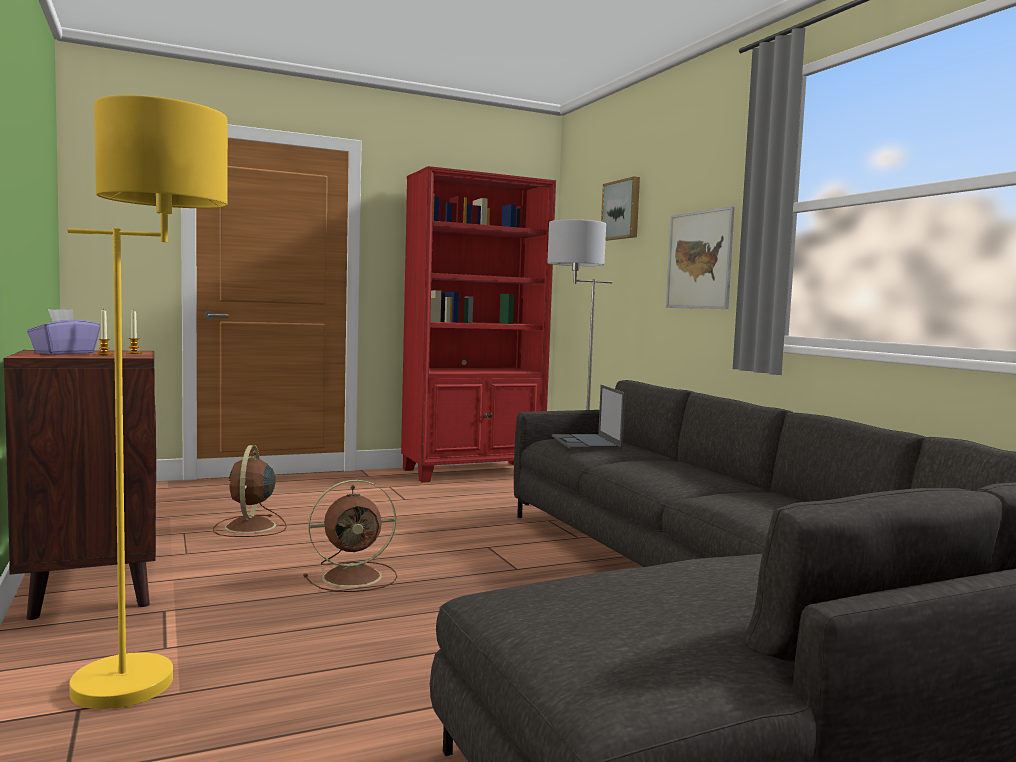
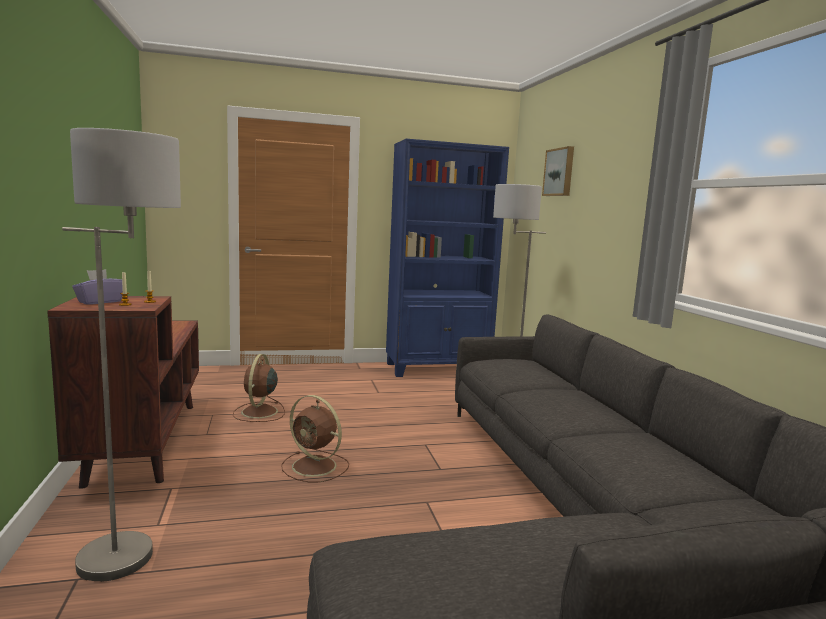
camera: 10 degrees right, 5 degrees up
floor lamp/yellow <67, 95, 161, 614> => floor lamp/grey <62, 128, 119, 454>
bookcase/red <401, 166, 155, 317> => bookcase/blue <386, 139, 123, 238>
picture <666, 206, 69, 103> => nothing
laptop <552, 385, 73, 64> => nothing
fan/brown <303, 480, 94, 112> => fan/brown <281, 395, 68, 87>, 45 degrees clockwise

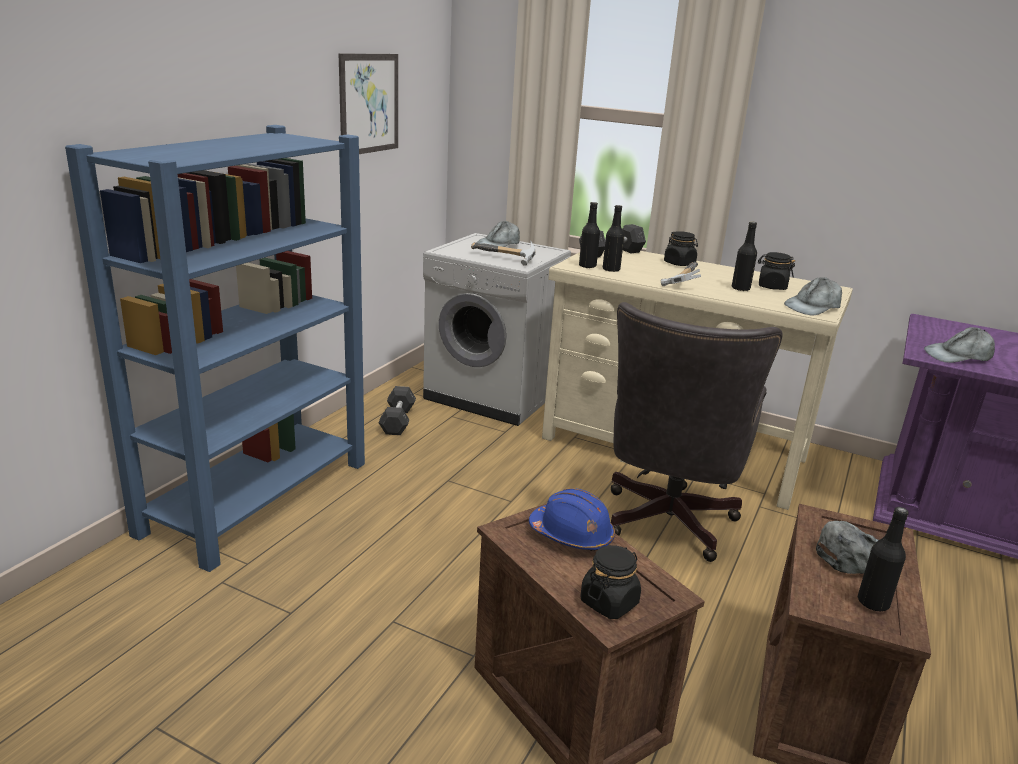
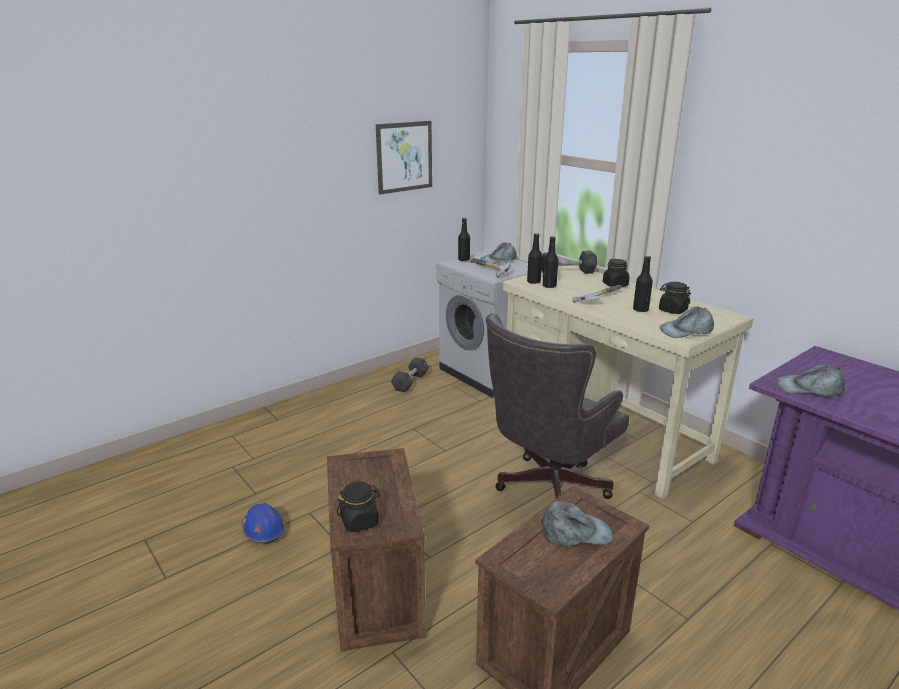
camera: 25 degrees right, 0 degrees up
bookcase/blue <65, 125, 300, 447> => nothing
hard hat/blue <529, 488, 86, 63> => hard hat/blue <242, 503, 44, 41>, move
bottle/black <858, 507, 51, 105> => bottle/black <458, 218, 12, 43>, move

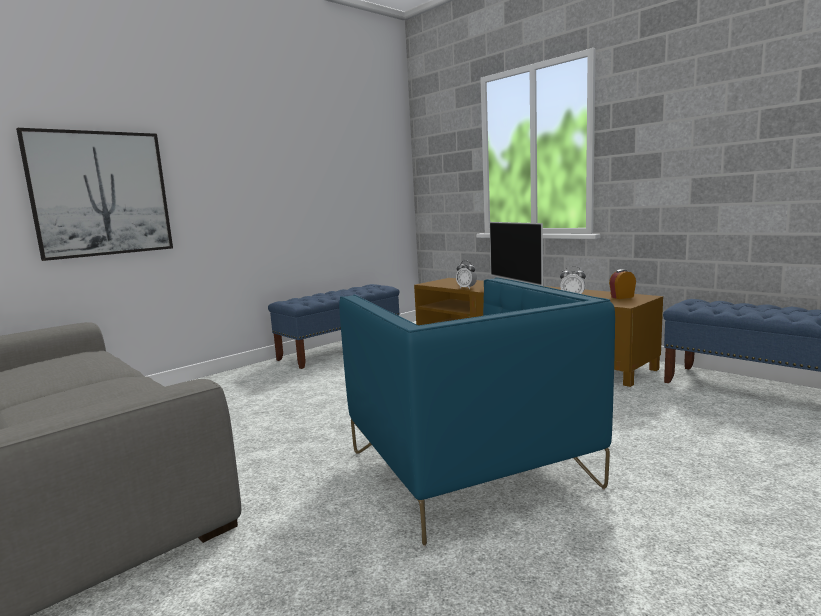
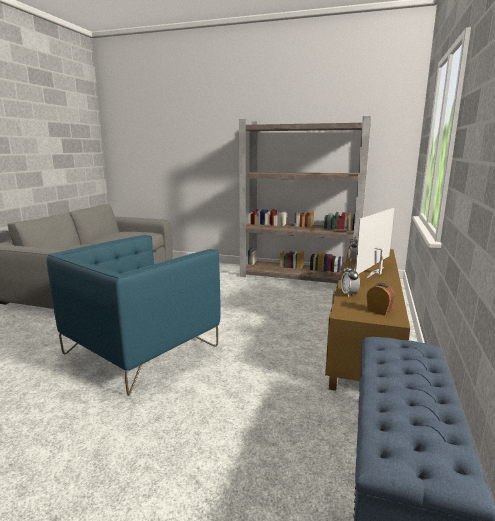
camera: 60 degrees right, 5 degrees up
picture <16, 128, 157, 133> => nothing
bench/blue <268, 284, 132, 85> => bookcase/brown <239, 116, 132, 167>

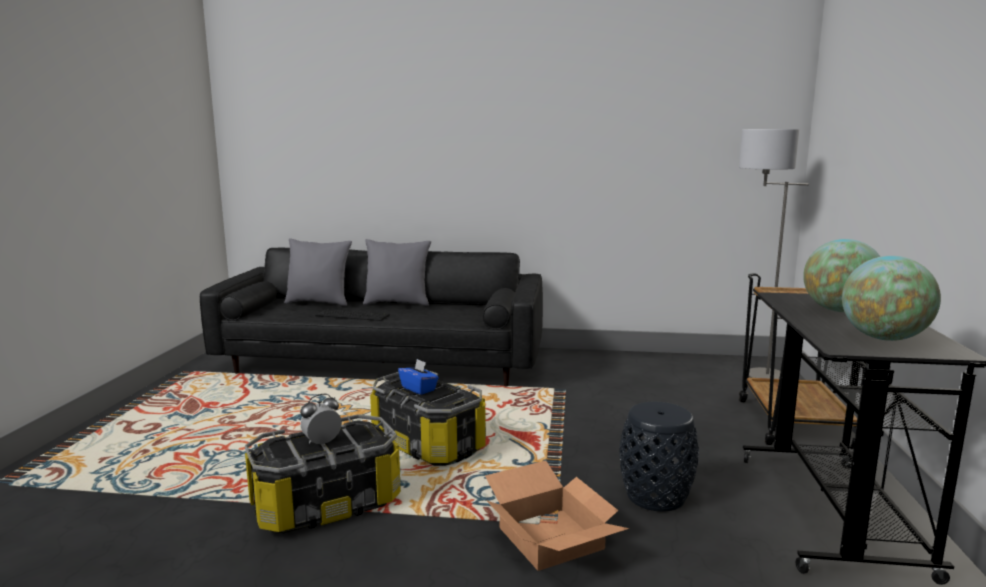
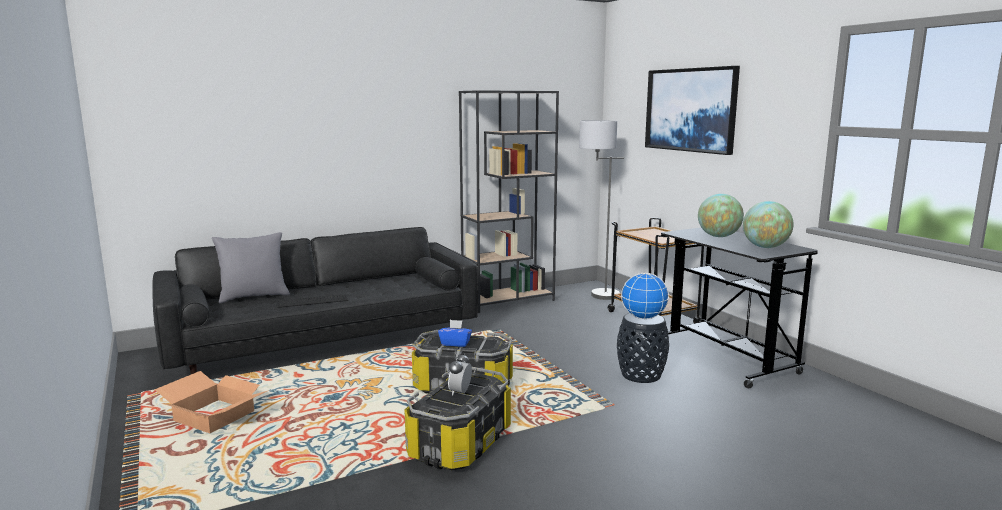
camera: 35 degrees left, 0 degrees up
pillow/grey <363, 239, 68, 67> => nothing
cardboard box <485, 461, 144, 110> => cardboard box <155, 371, 114, 62>, move
nothing => picture <645, 66, 95, 89>
nothing => bookcase <459, 90, 100, 223>
nothing => globe <621, 273, 48, 46>

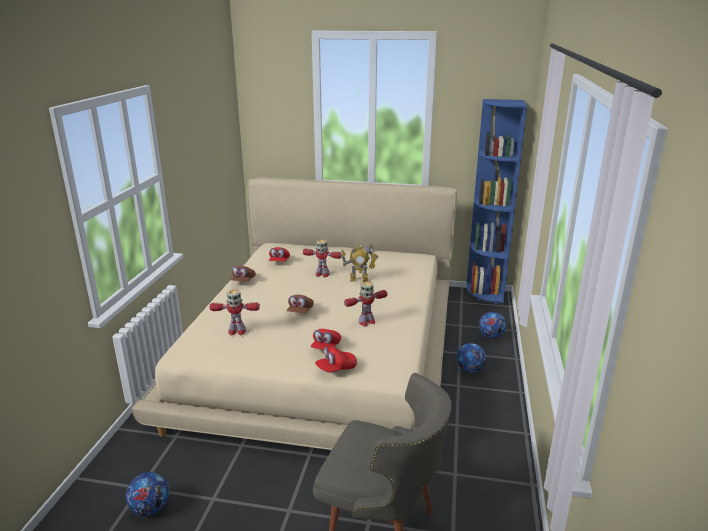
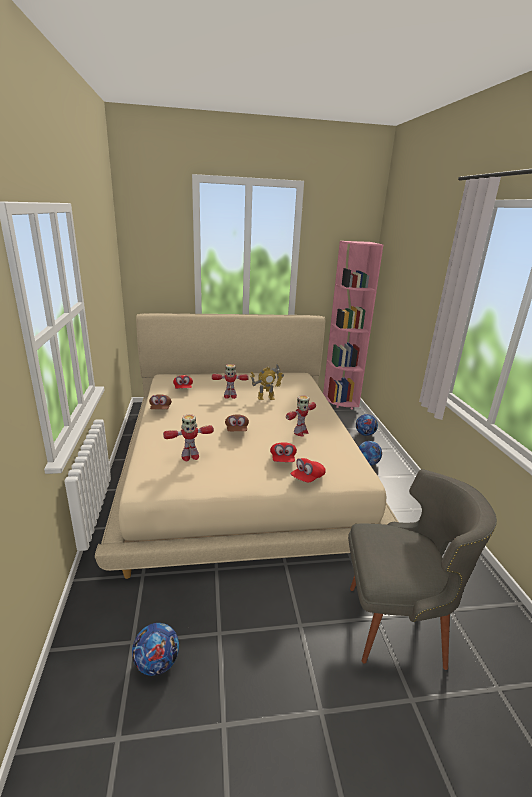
camera: 20 degrees left, 0 degrees up
bookcase/blue <466, 99, 61, 206> => bookcase/pink <323, 241, 60, 169>

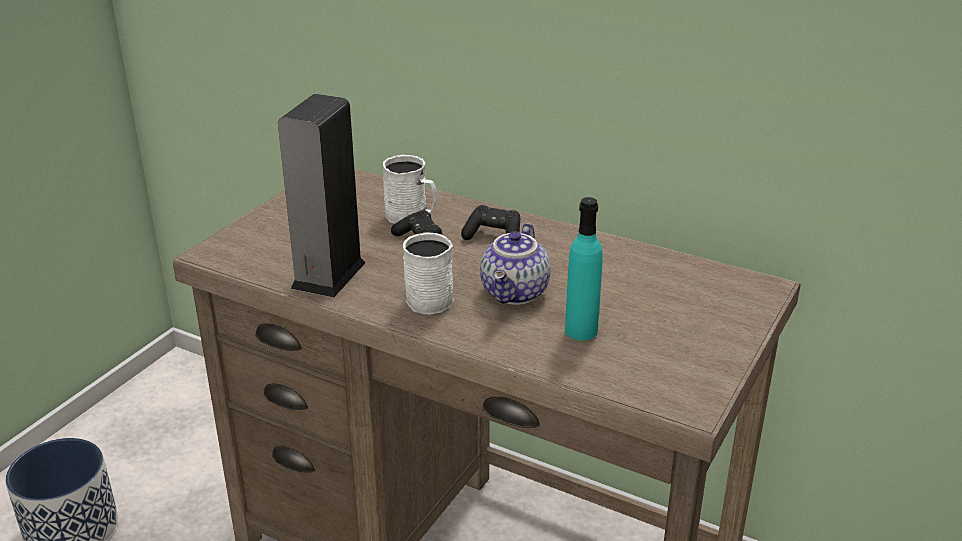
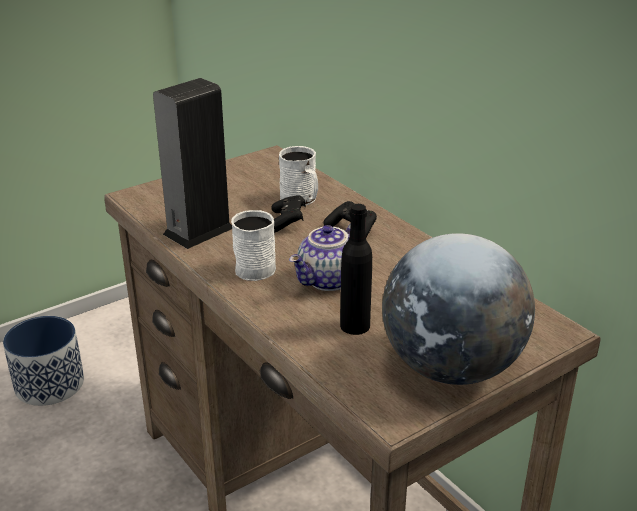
camera: 25 degrees right, 0 degrees up
bottle/turquoise <565, 197, 38, 144> => bottle/black <340, 204, 32, 131>
nothing => globe <382, 233, 153, 152>

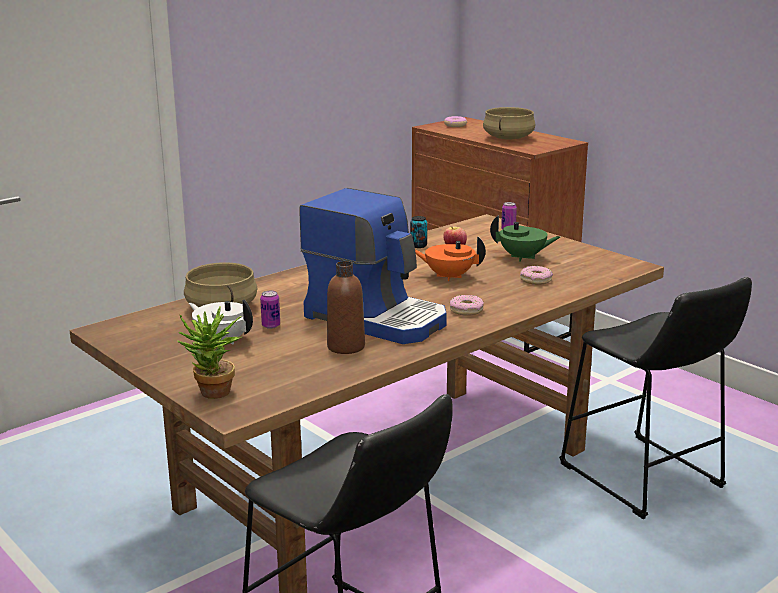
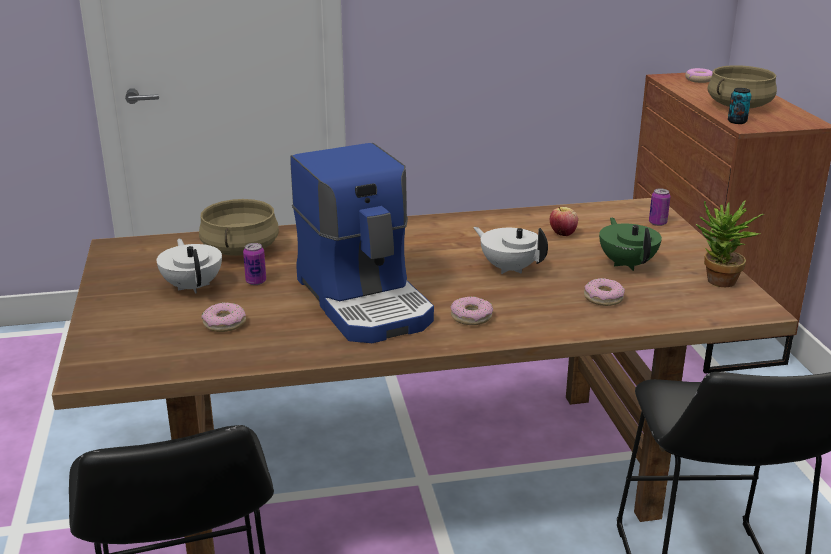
camera: 30 degrees right, 5 degrees up
teapot/green <490, 215, 70, 47> => teapot/green <599, 217, 63, 54>, 150 degrees counterclockwise
can <410, 216, 17, 32> => can <728, 88, 23, 36>, move
teapot/orange <415, 236, 71, 45> => teapot/white <473, 227, 75, 47>
bottle/brown <327, 261, 38, 93> => nothing
potted plant <177, 306, 65, 93> => potted plant <696, 201, 68, 86>, move
nothing => donut <201, 303, 45, 29>

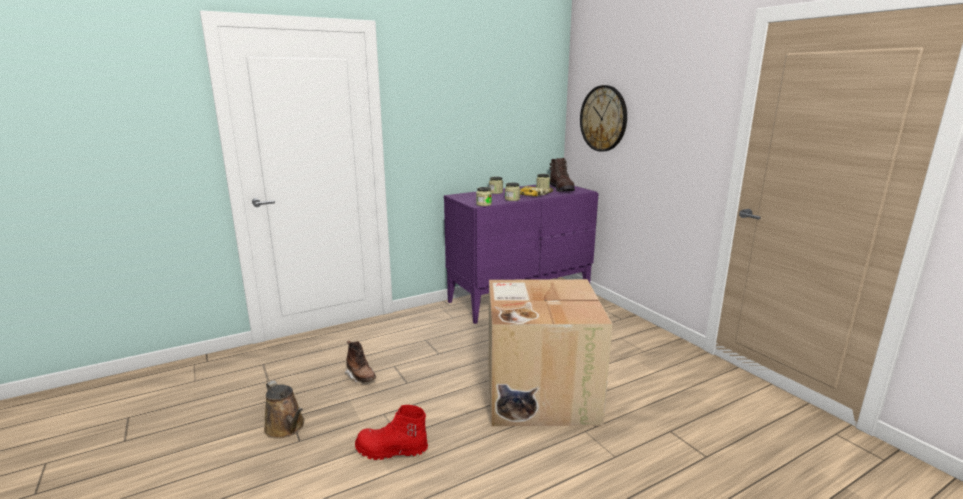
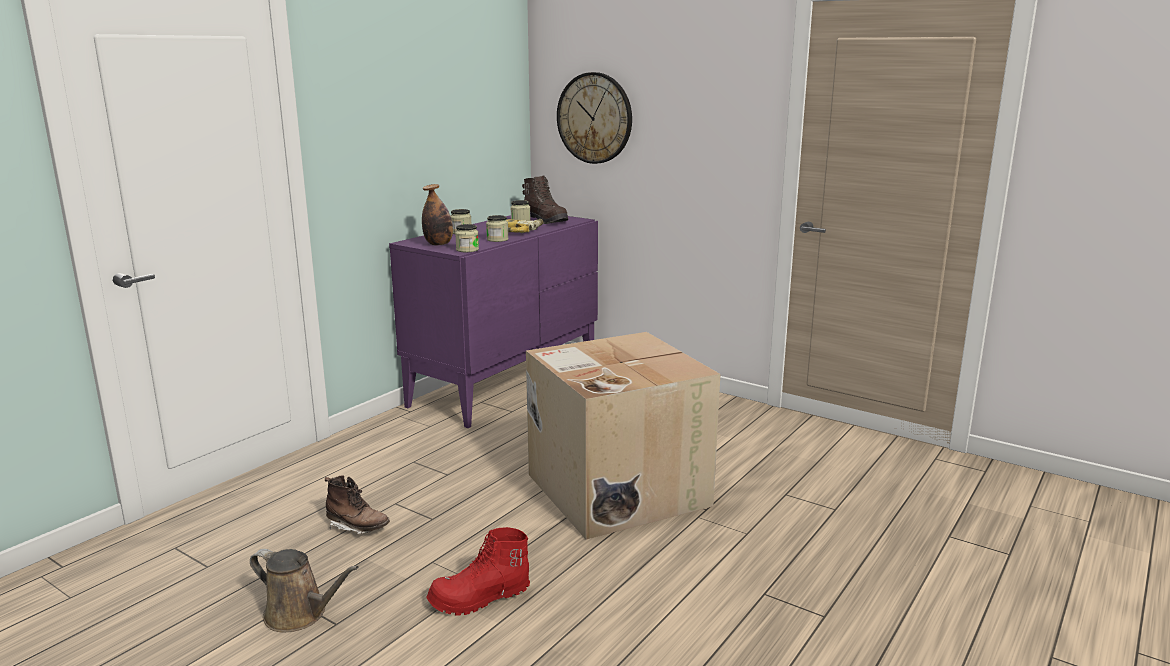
camera: 25 degrees left, 0 degrees up
nothing => bottle <422, 184, 31, 62>

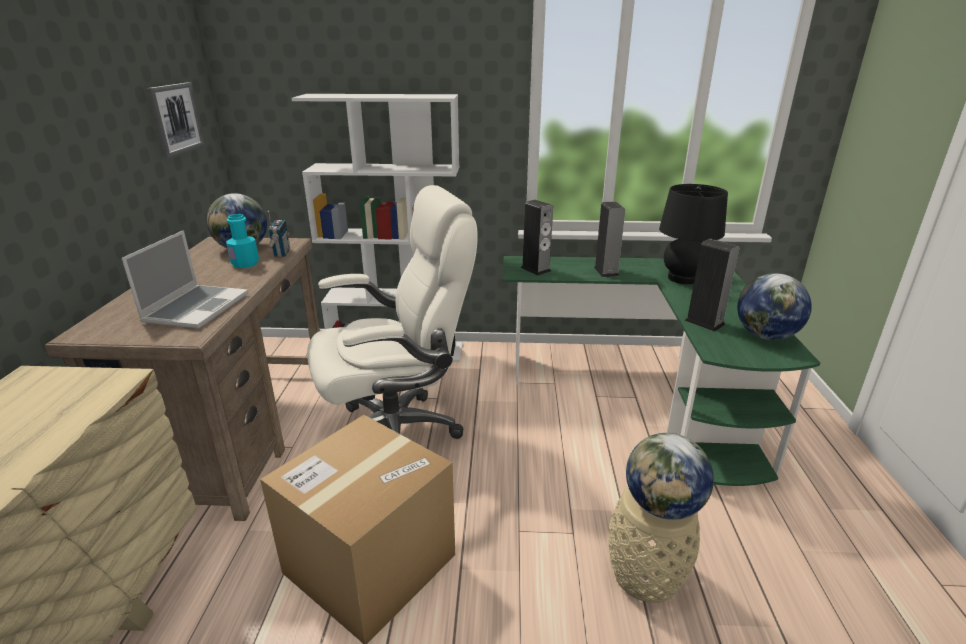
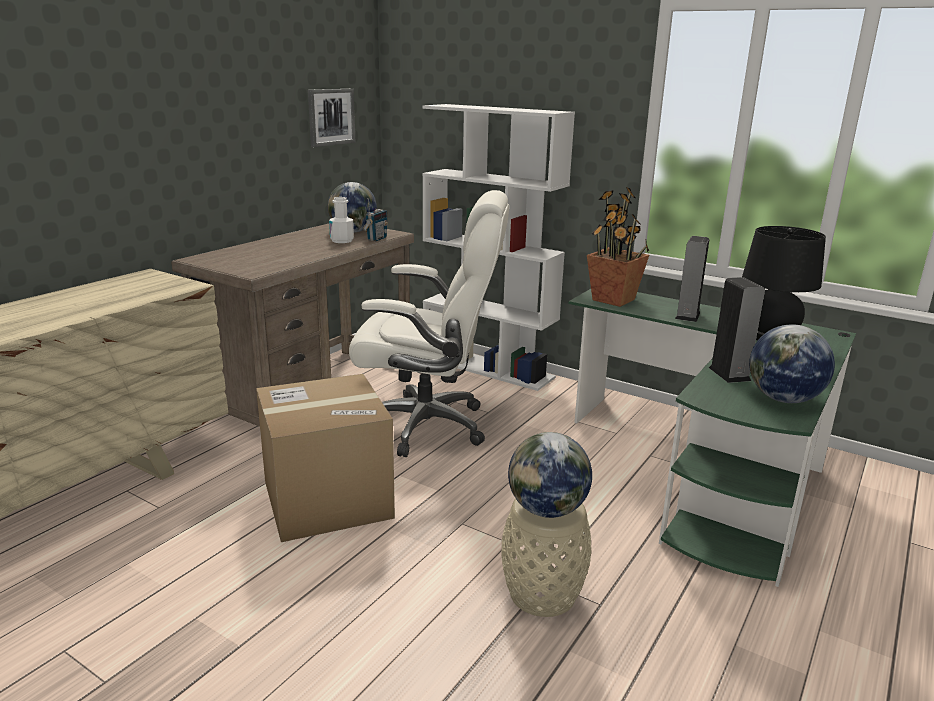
camera: 30 degrees right, 5 degrees down
speaker <521, 200, 32, 75> => potted plant <587, 187, 62, 120>
bottle/turquoise <226, 214, 33, 54> => bottle/white <329, 197, 25, 46>
laptop <122, 230, 126, 98> => nothing

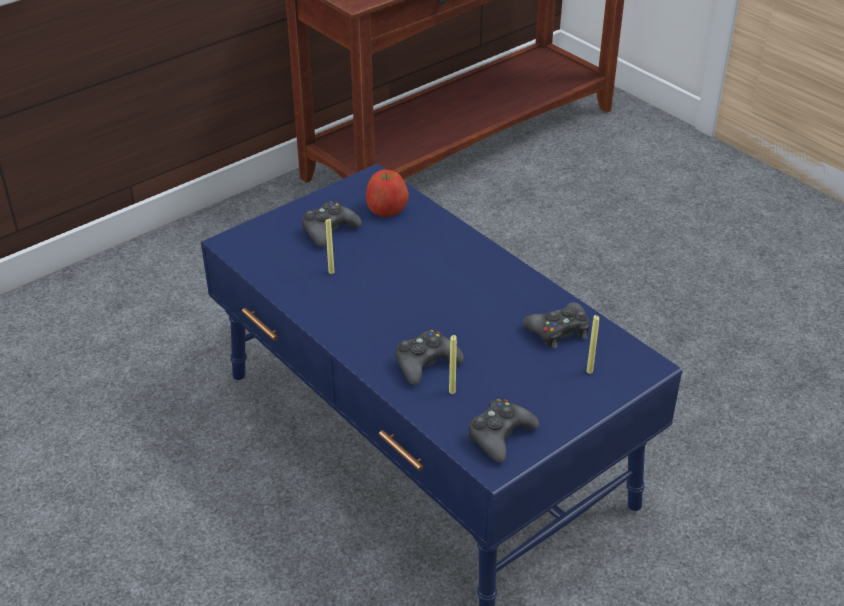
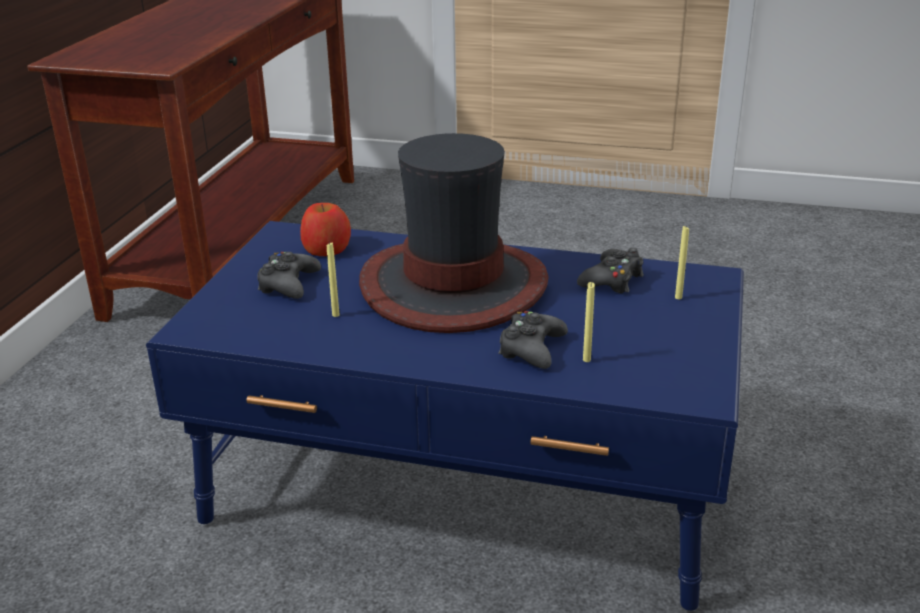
camera: 35 degrees left, 10 degrees down
game controller/black <468, 399, 71, 64> => nothing
nothing => hat <359, 133, 190, 200>

